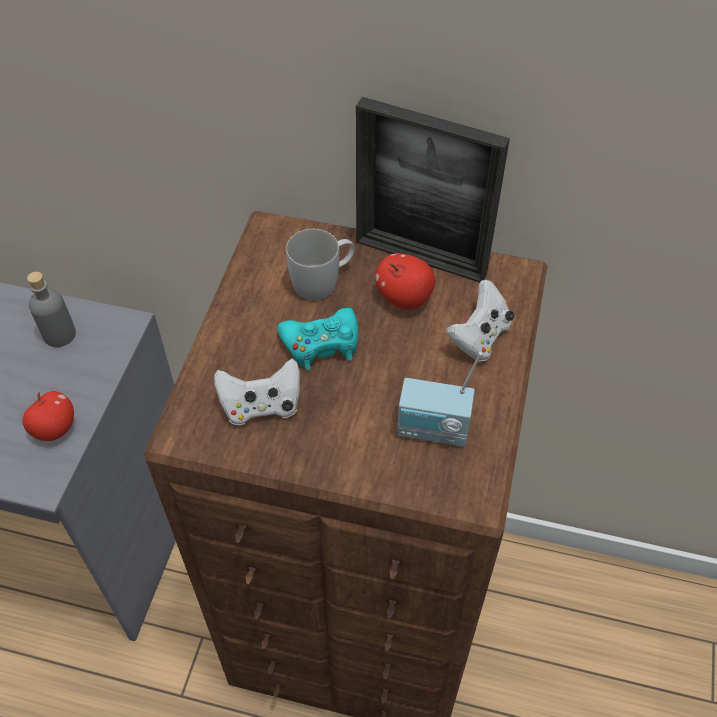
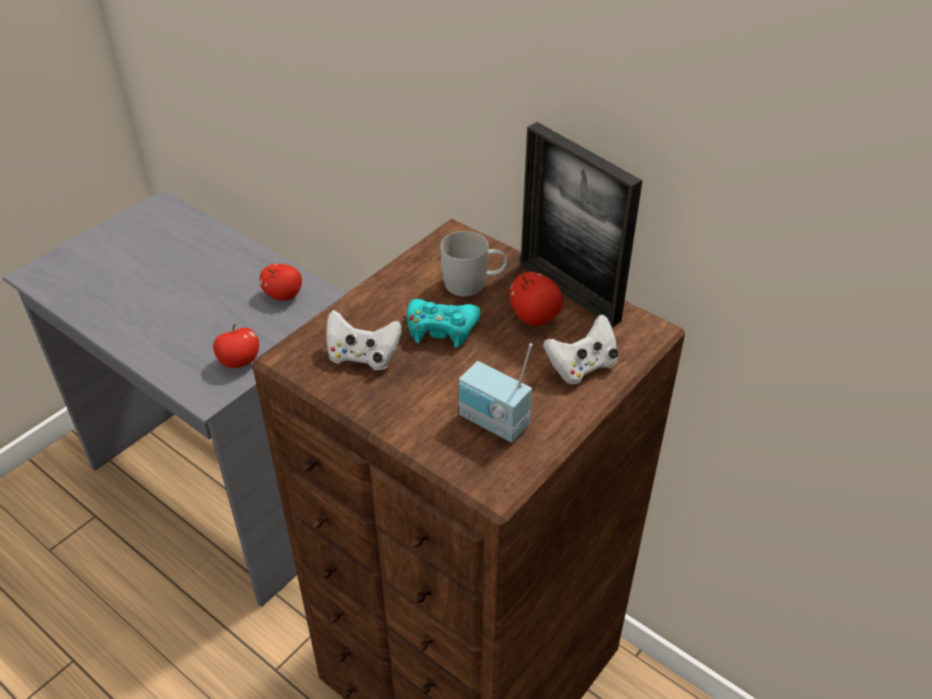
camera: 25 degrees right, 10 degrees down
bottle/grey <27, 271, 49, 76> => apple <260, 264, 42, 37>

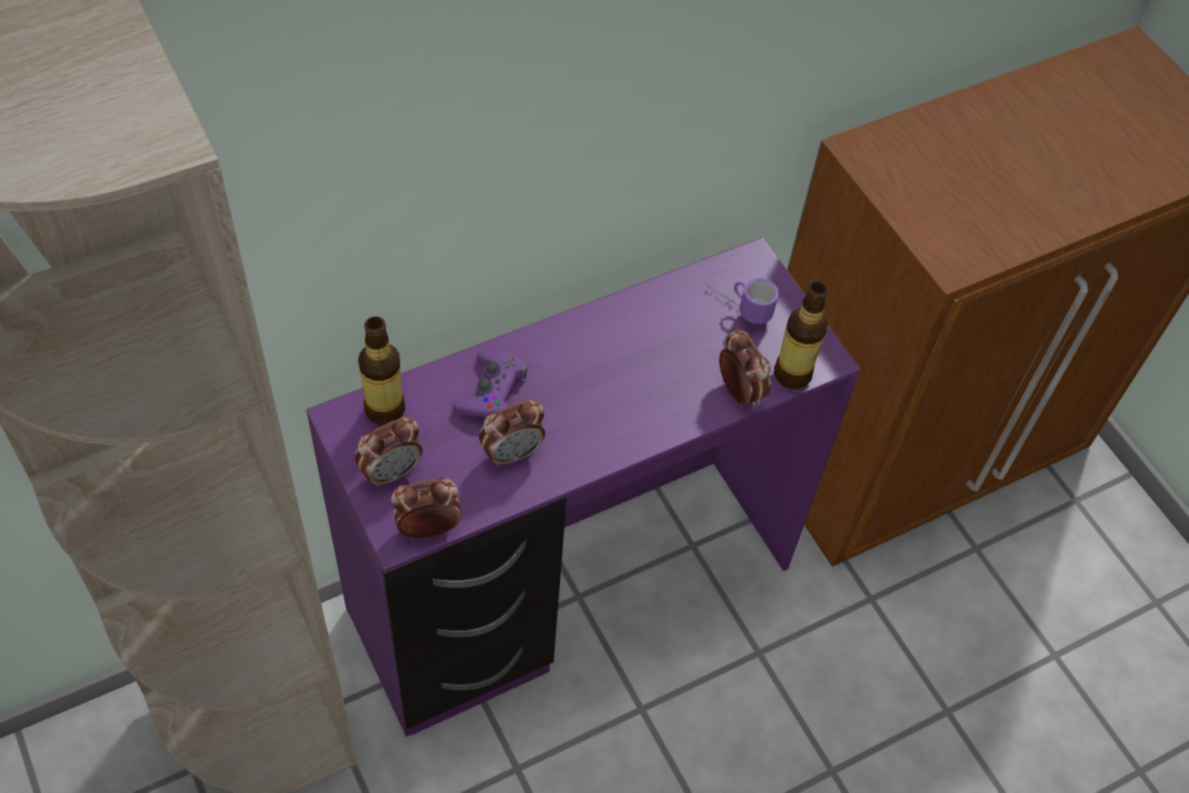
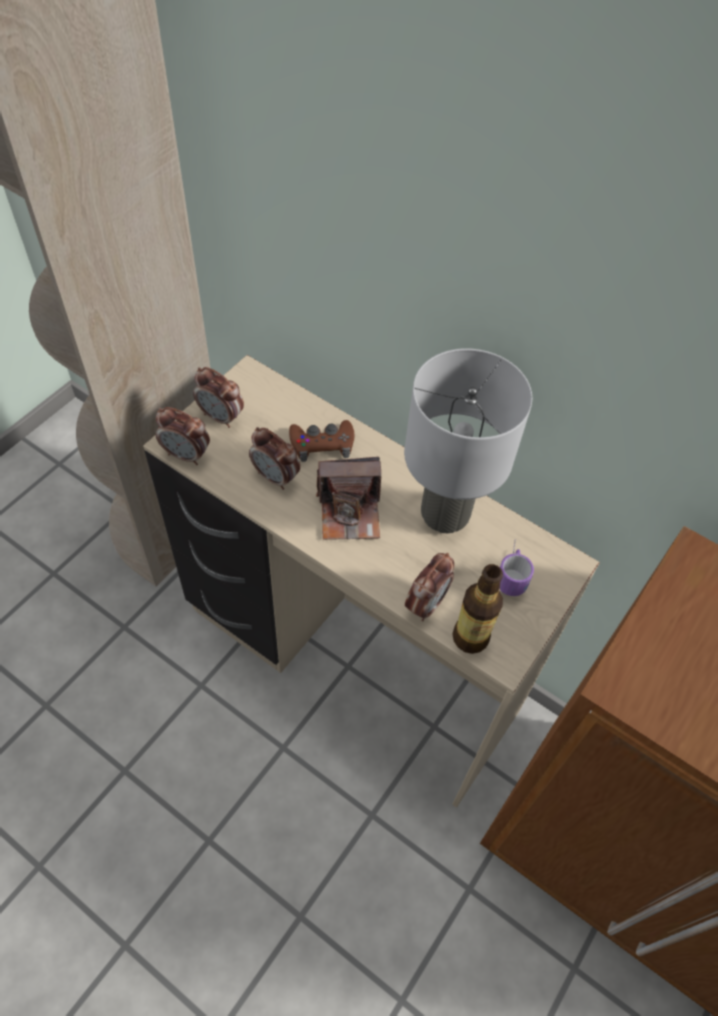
camera: 65 degrees right, 0 degrees up
desk/purple <306, 237, 555, 500> => desk/beige <143, 355, 457, 453>
bottle <358, 316, 47, 109> => nothing
game controller/purple <453, 350, 75, 67> => game controller/brown <289, 420, 66, 42>
alarm clock <391, 478, 70, 61> => alarm clock <156, 407, 54, 58>, 150 degrees clockwise
nothing => table lamp/white <404, 348, 128, 185>
nothing => photo camera <316, 457, 65, 83>

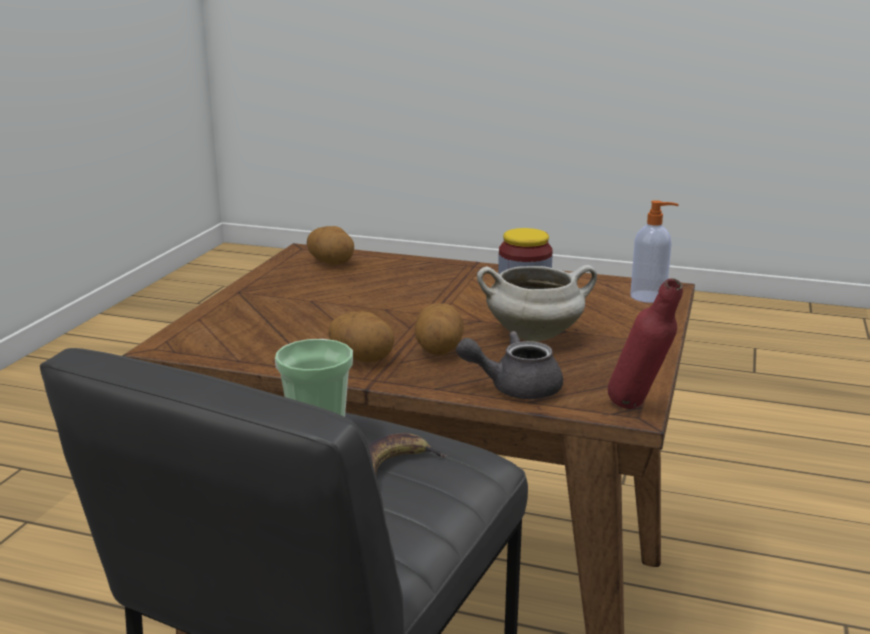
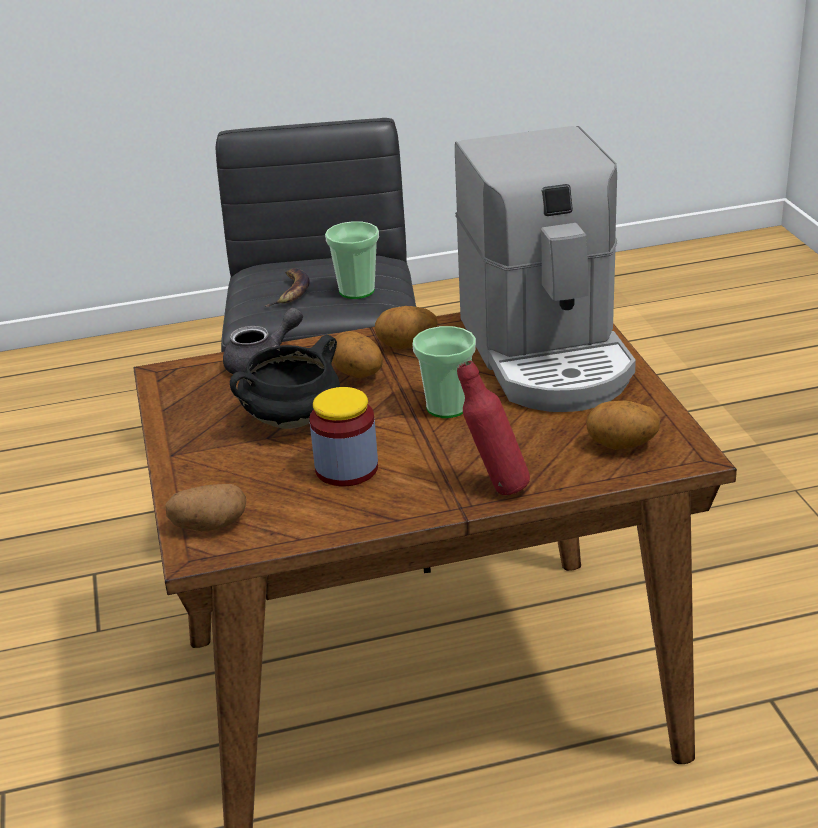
camera: 150 degrees right, 10 degrees up
soap dispenser <630, 200, 49, 103> => potato <165, 484, 81, 47>
cooking pot/white <477, 265, 120, 77> => cooking pot/black <230, 335, 110, 94>
bottle/red <608, 278, 75, 131> => bottle/red <457, 360, 73, 135>, move
nothing => coffee machine <455, 126, 181, 286>
nothing => cup <412, 326, 64, 92>

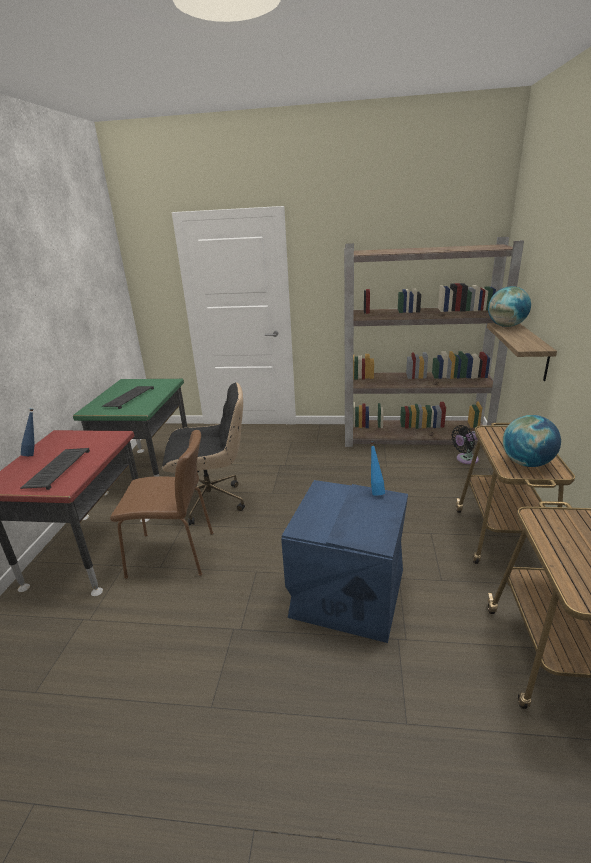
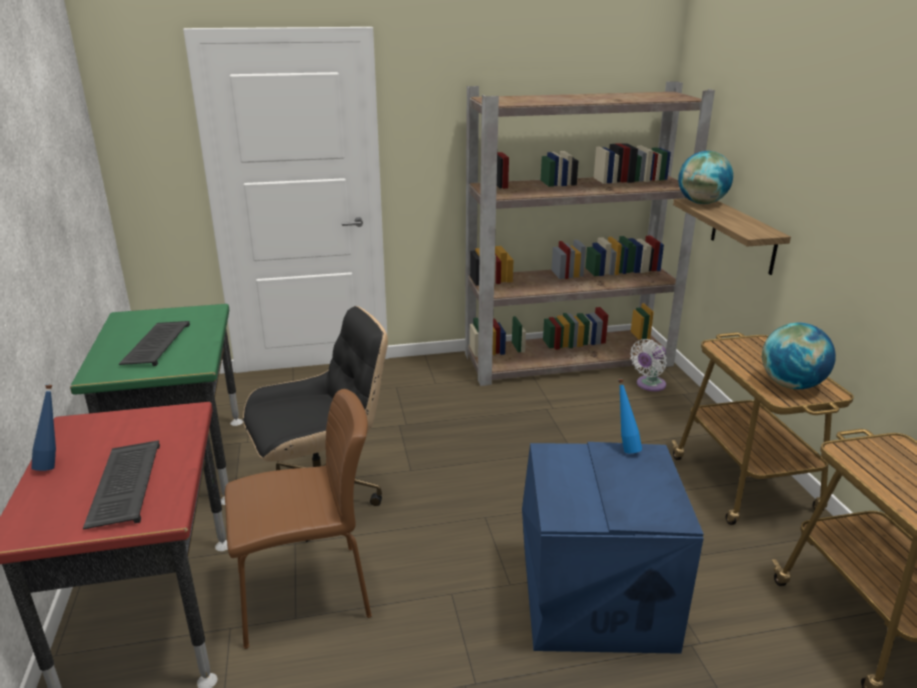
camera: 20 degrees left, 0 degrees up
fan/black <451, 425, 28, 39> => fan/white <630, 339, 37, 52>

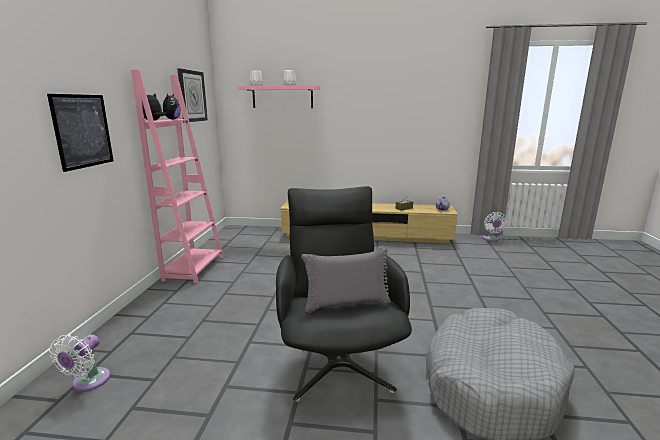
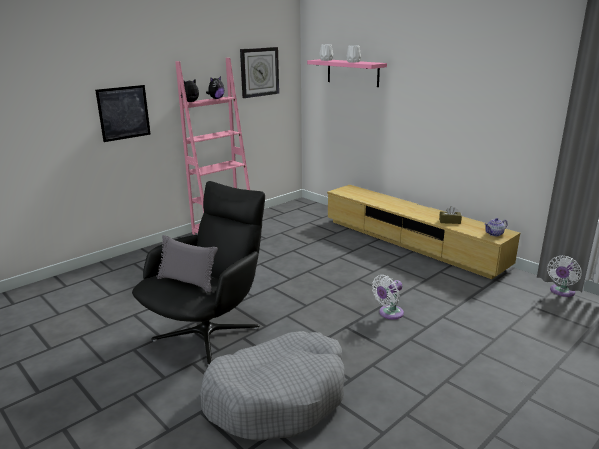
camera: 40 degrees right, 5 degrees up
fan/white <49, 334, 62, 58> => fan/white <372, 275, 32, 44>, move

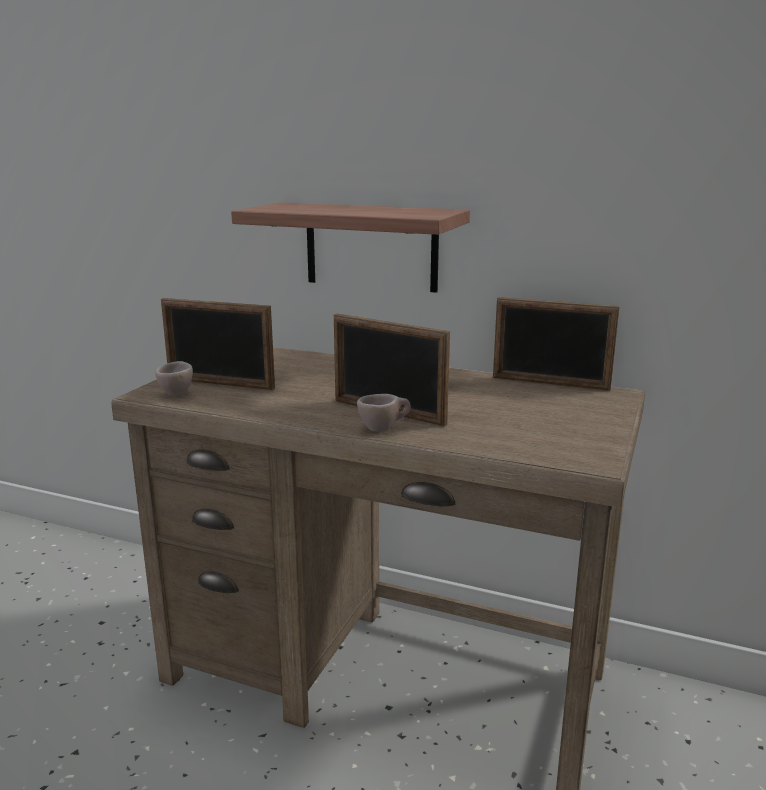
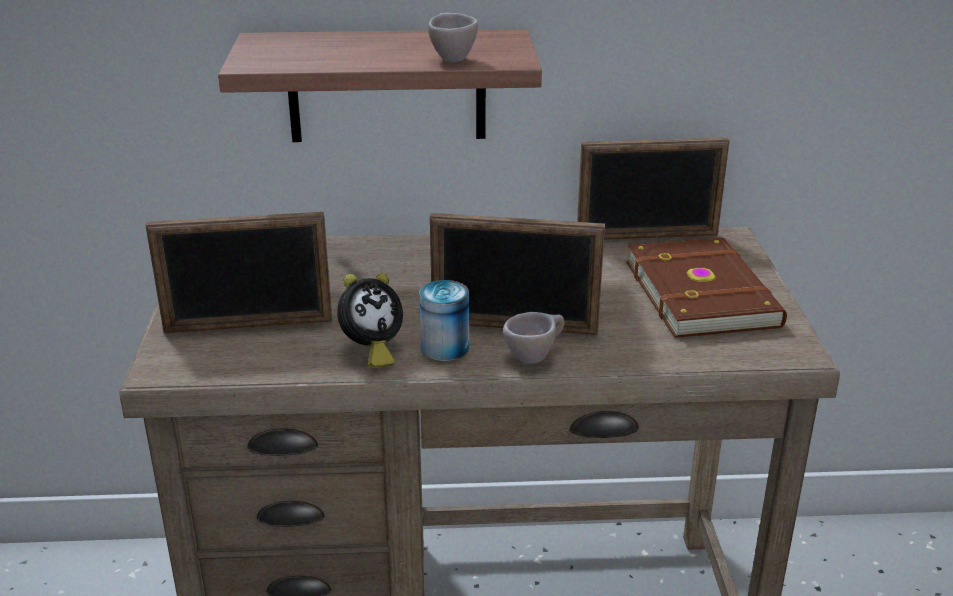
camera: 25 degrees left, 10 degrees up
cup/beige <155, 361, 38, 35> => cup/beige <428, 13, 50, 49>, move
nothing => book/brown <626, 238, 161, 100>
nothing => alarm clock <337, 274, 66, 94>
nothing => can <420, 280, 49, 81>

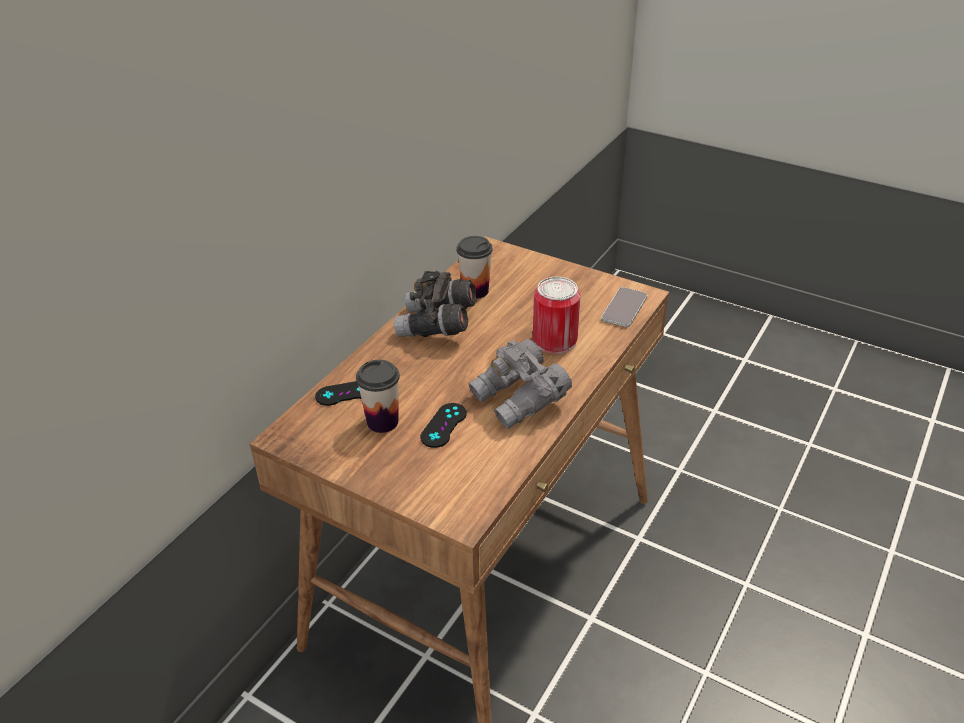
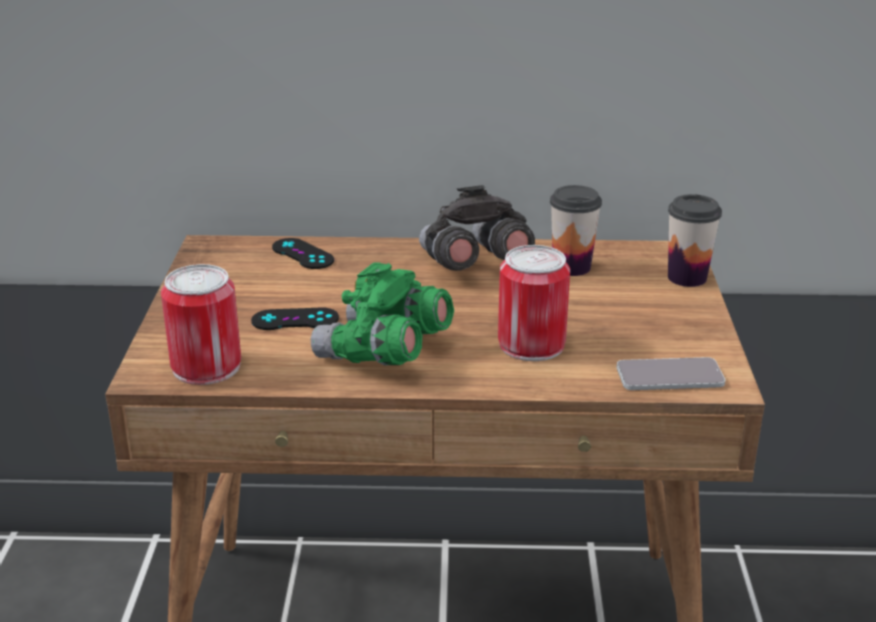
camera: 60 degrees right, 10 degrees down
binoculars/grey <468, 339, 104, 90> => binoculars/green <311, 262, 143, 103>
cup <356, 360, 44, 73> => cup <668, 194, 54, 93>, move
nothing => can <161, 264, 80, 121>

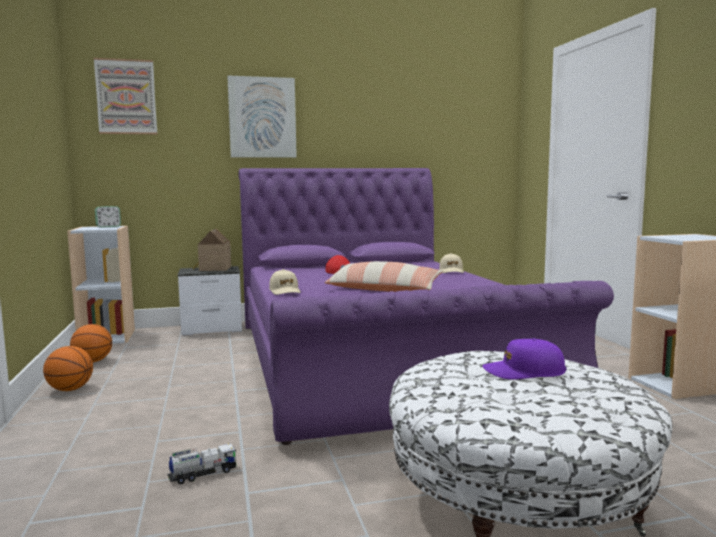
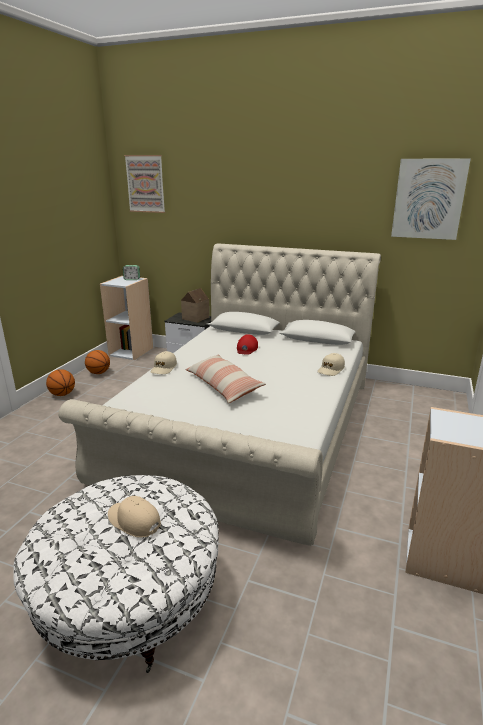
camera: 35 degrees right, 15 degrees up
picture <227, 76, 70, 82> => picture <391, 159, 80, 81>, move
bed/purple <239, 168, 375, 277> => bed/beige <58, 244, 323, 302>
cap/purple <482, 338, 85, 42> => cap/beige <108, 496, 53, 42>
toy truck <168, 443, 68, 41> => nothing

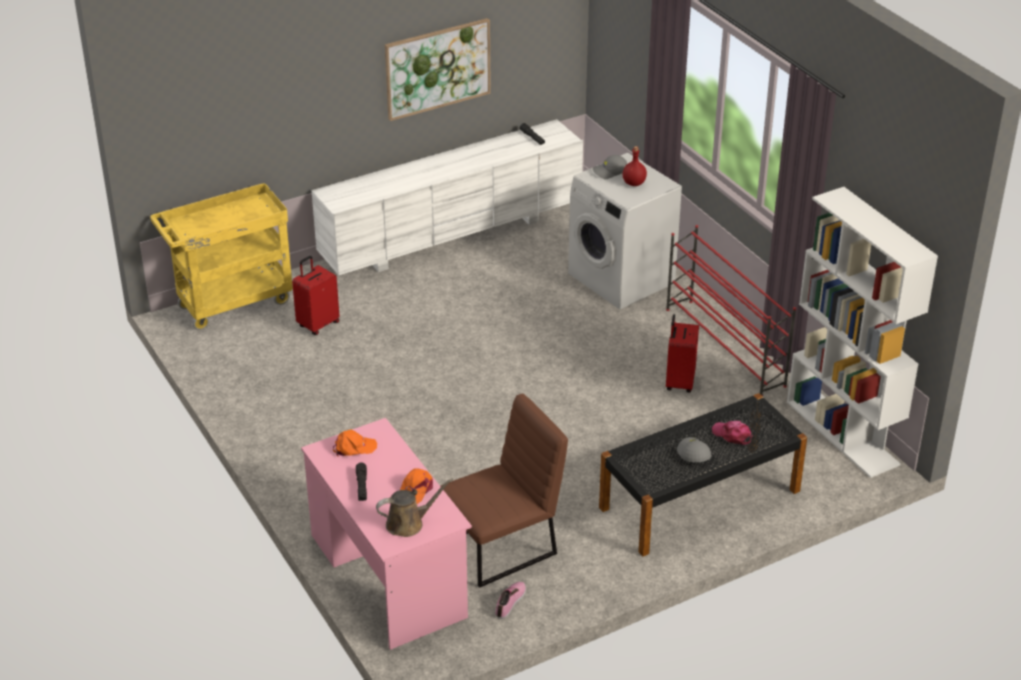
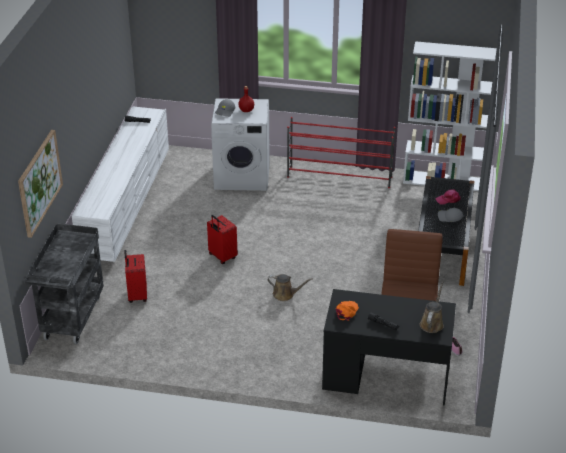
camera: 50 degrees left, 0 degrees up
picture <385, 18, 106, 103> => picture <18, 130, 45, 108>, move
cart/yellow <150, 184, 143, 146> => cart/black <24, 223, 80, 121>
suitcase/red <666, 314, 33, 79> => suitcase/red <207, 215, 30, 49>, move
desk/pink <301, 418, 171, 232> => desk/black <322, 289, 134, 117>
cap/orange <400, 468, 33, 36> => nothing
nothing => watering can/brown <267, 274, 46, 27>

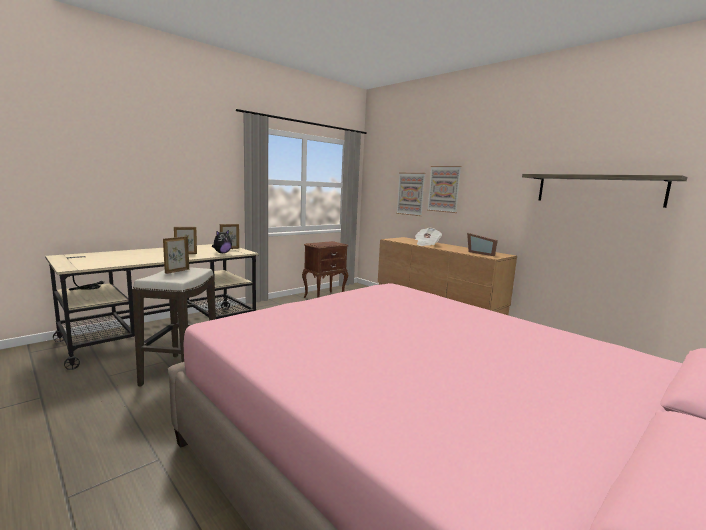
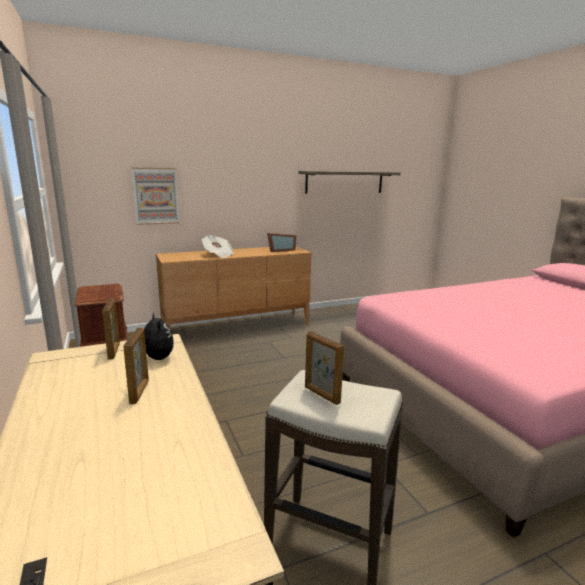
camera: 70 degrees left, 5 degrees up
picture <427, 166, 34, 47> => nothing

